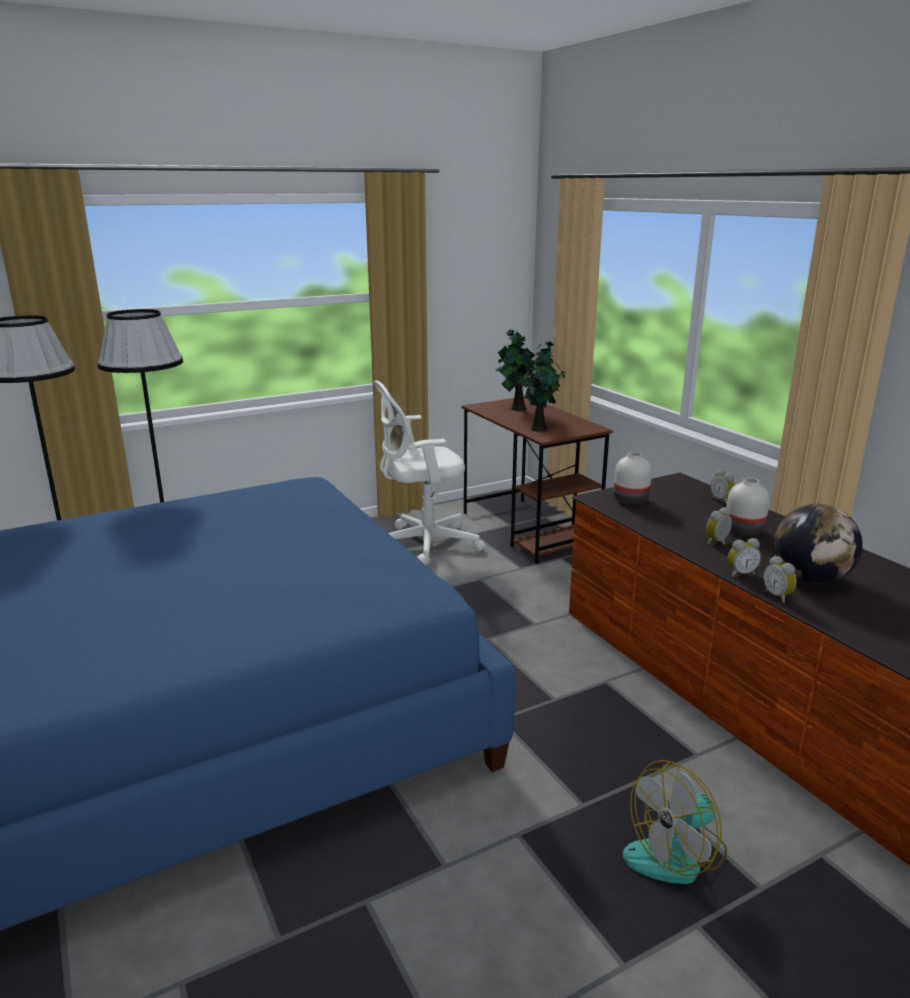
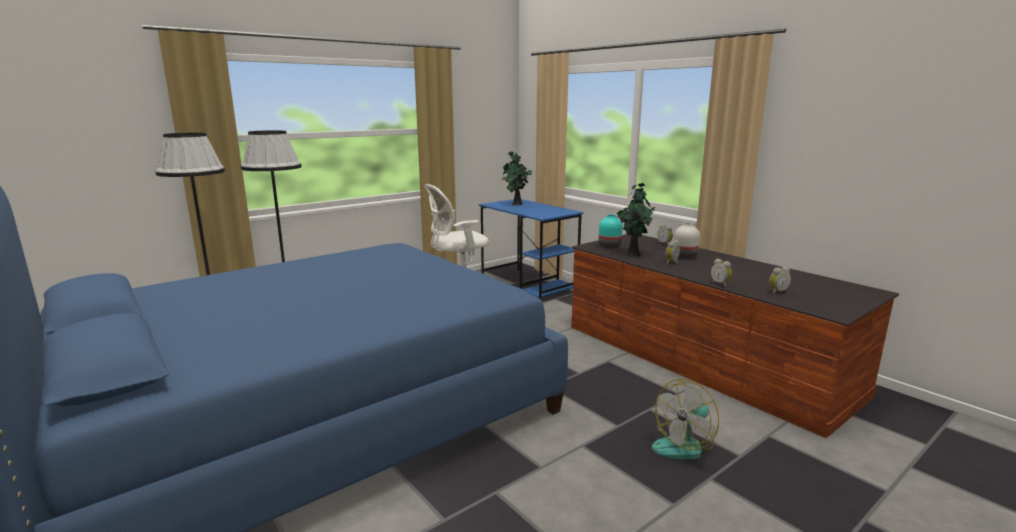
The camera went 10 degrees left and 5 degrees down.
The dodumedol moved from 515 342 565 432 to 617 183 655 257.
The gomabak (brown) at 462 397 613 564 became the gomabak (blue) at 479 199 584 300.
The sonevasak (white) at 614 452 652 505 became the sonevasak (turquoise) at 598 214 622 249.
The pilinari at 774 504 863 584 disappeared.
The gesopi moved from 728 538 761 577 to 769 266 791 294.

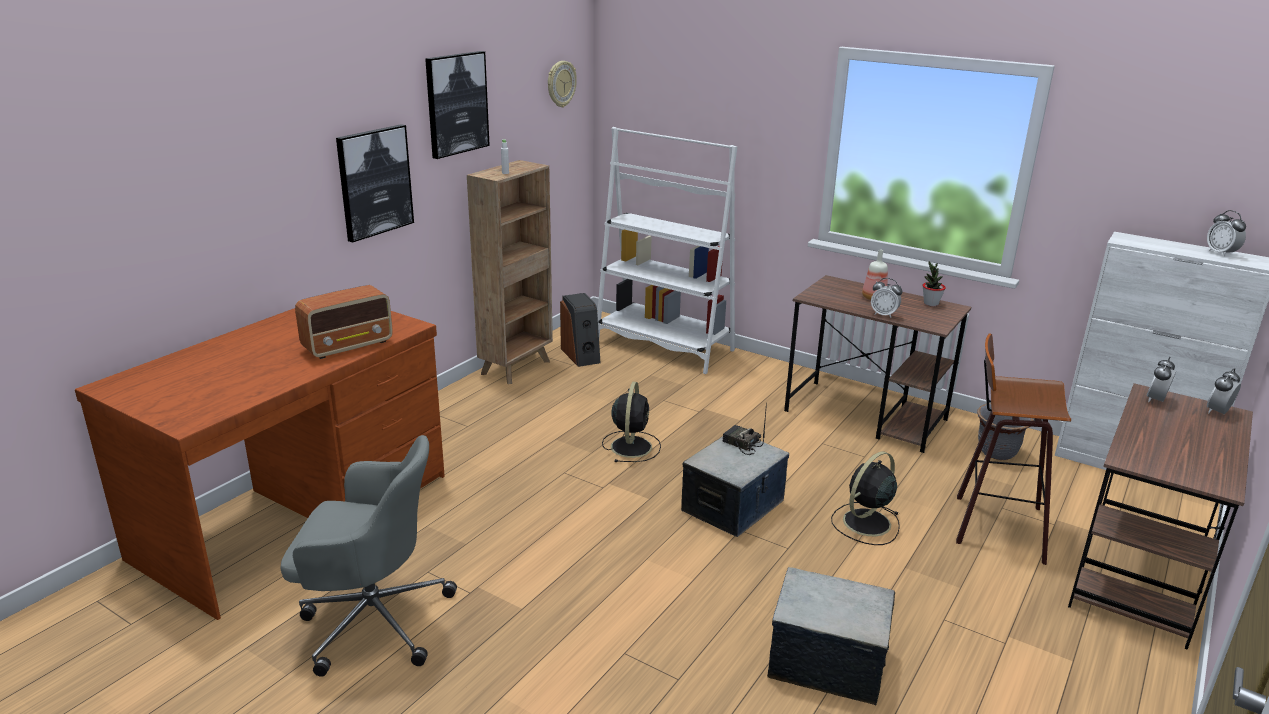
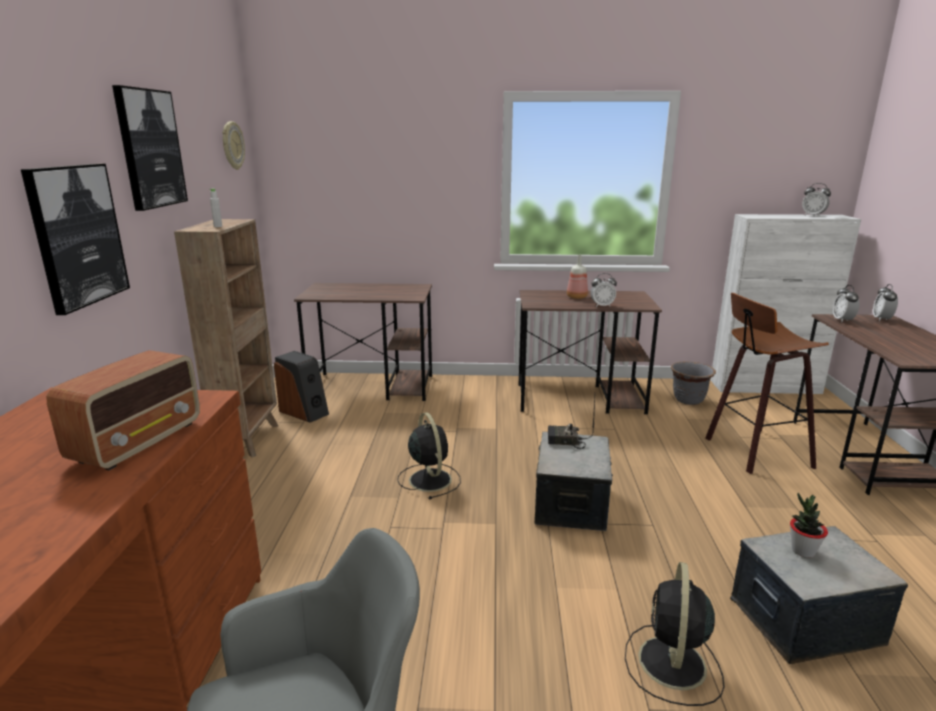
The camera went 30 degrees left and 5 degrees down.
The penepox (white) at 597 127 737 374 was replaced by the gomabak (brown) at 294 283 432 401.
The dodumedol moved from 923 261 946 306 to 790 493 828 558.
The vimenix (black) moved from 831 451 900 545 to 625 562 725 706.

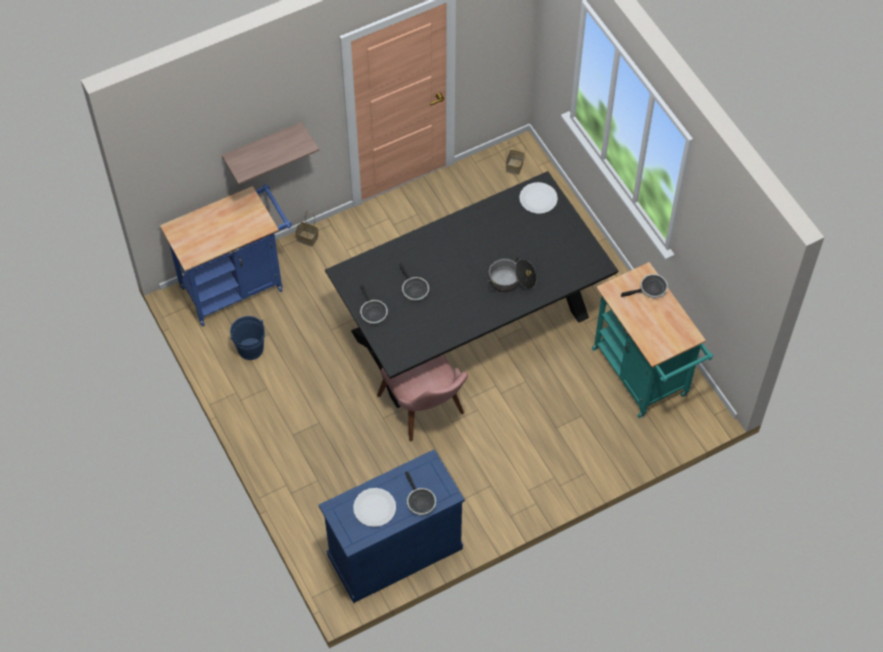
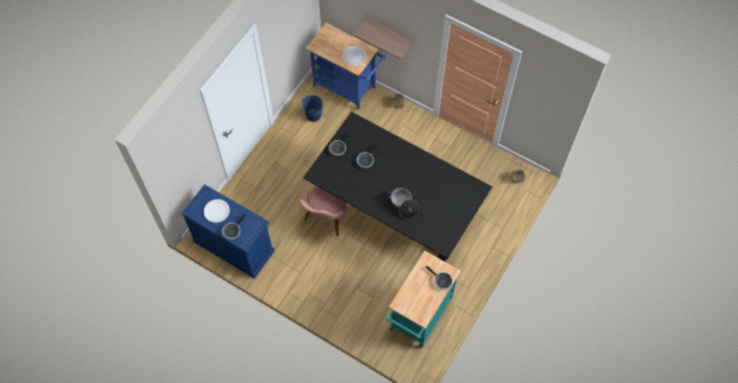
The camera went 60 degrees right and 5 degrees up.
The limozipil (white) moved from 519 182 558 214 to 342 46 366 66.

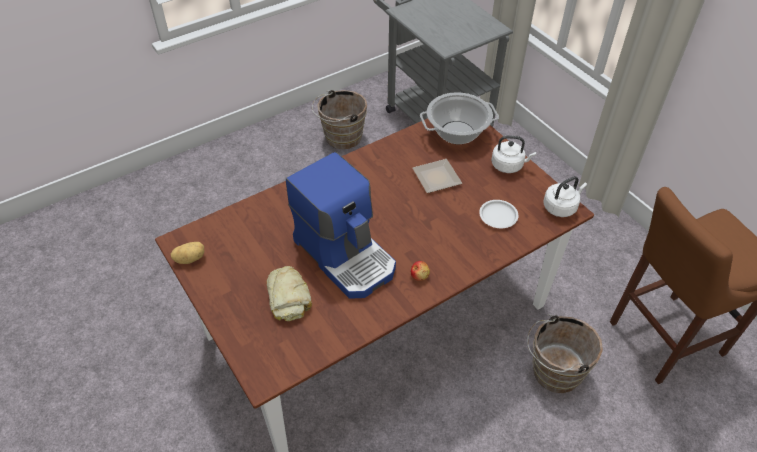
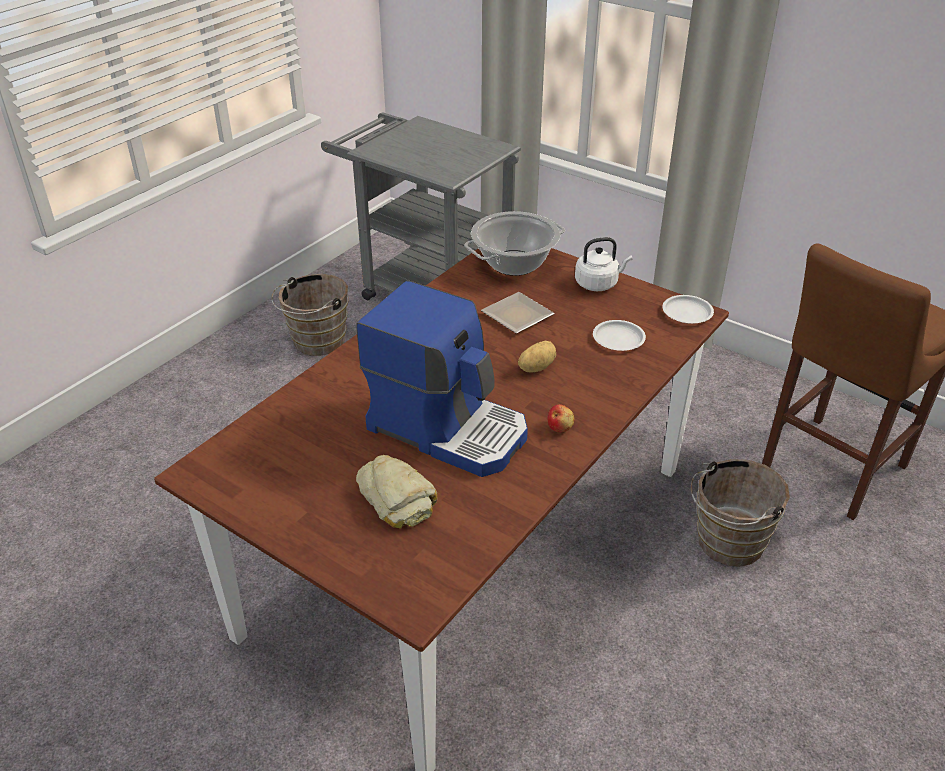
The camera went 20 degrees left and 10 degrees down.
The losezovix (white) at 543 176 587 217 was replaced by the limozipil (white) at 662 295 714 324.
The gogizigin moved from 170 242 204 264 to 518 341 556 373.

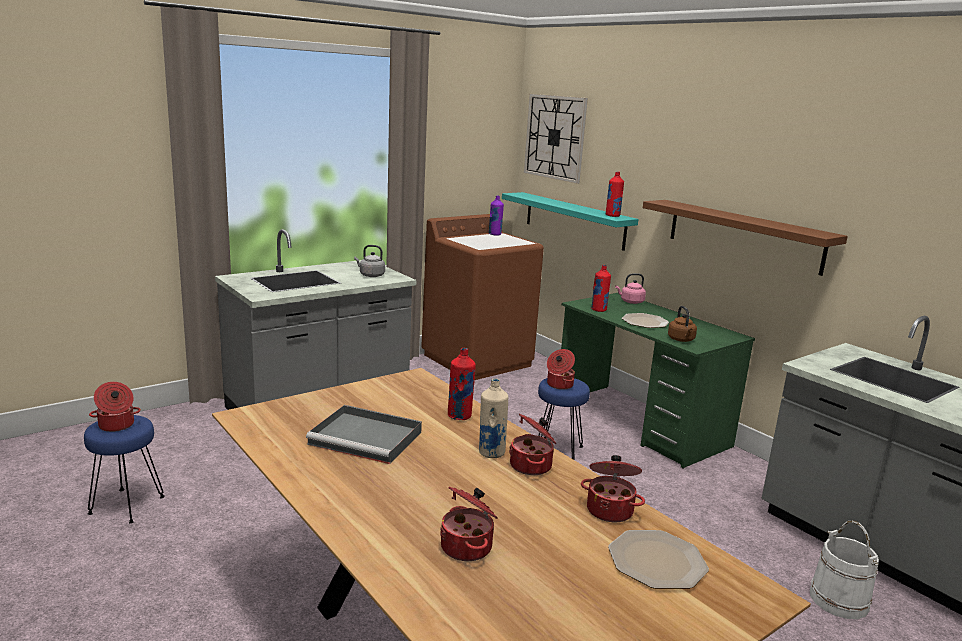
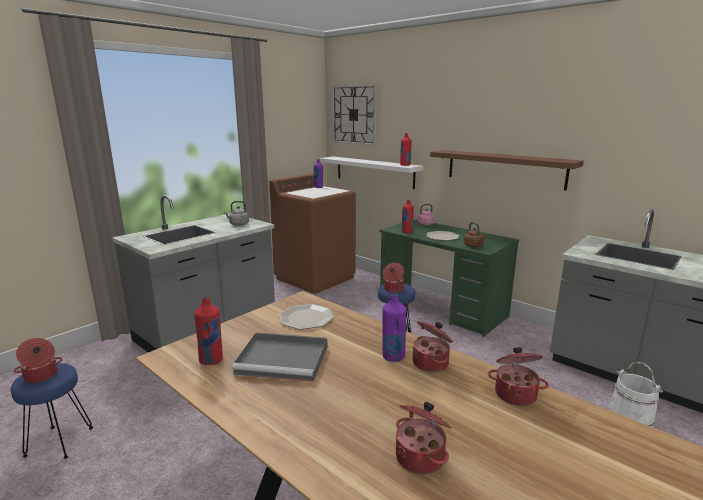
The camera went 10 degrees left and 0 degrees up.
The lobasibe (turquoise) at 502 192 639 251 became the lobasibe (white) at 319 157 424 189.
The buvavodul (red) moved from 448 348 476 420 to 194 296 223 365.
The buvavodul (beige) at 479 378 508 458 became the buvavodul (purple) at 382 294 406 362.
The limozipil moved from 608 530 709 589 to 279 304 334 330.

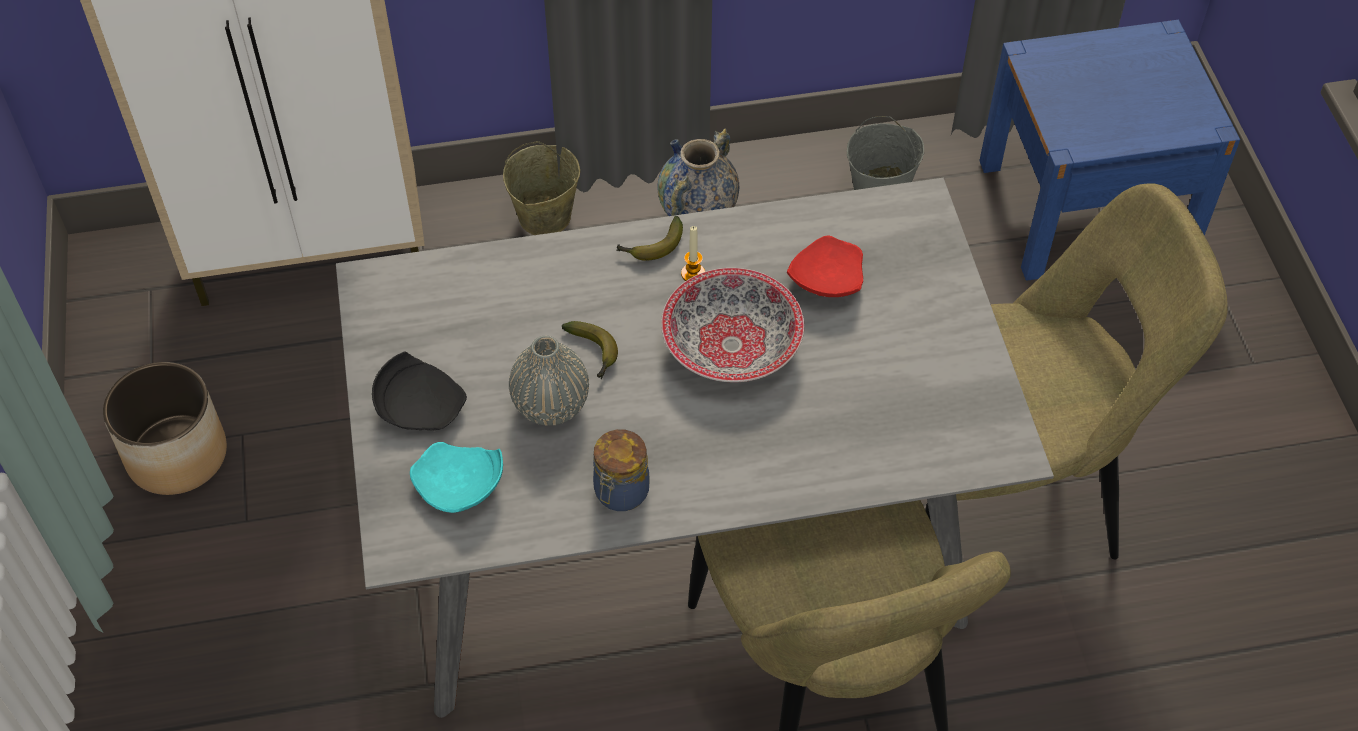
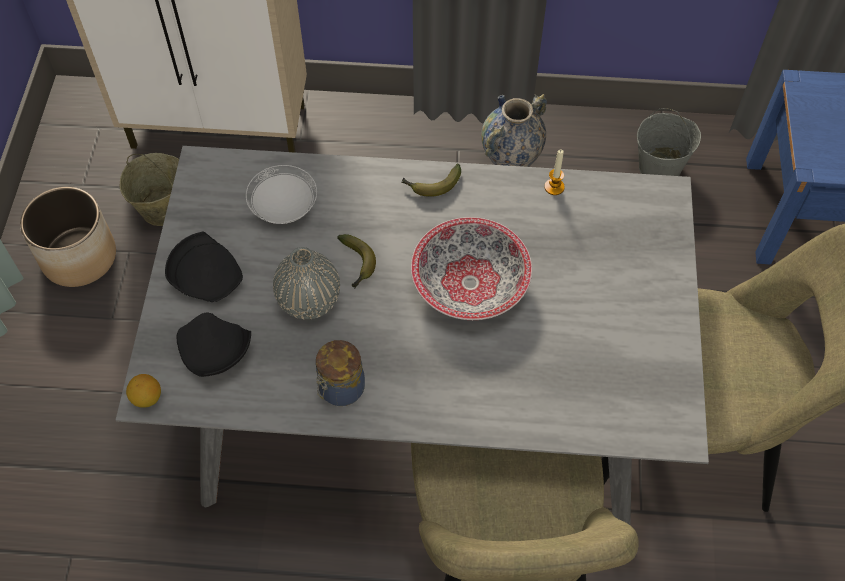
The camera went 15 degrees right and 5 degrees up.
The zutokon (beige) moved from 503 141 580 235 to 120 153 179 226.
The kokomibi moved from 681 226 705 281 to 544 150 565 195.
The limozipil (red) at 787 236 863 297 disappeared.
The limozipil (turquoise) at 410 442 503 513 became the limozipil (black) at 176 313 251 377.
The limozipil (white) at 246 165 317 224 appeared.
The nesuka at 126 374 161 408 appeared.

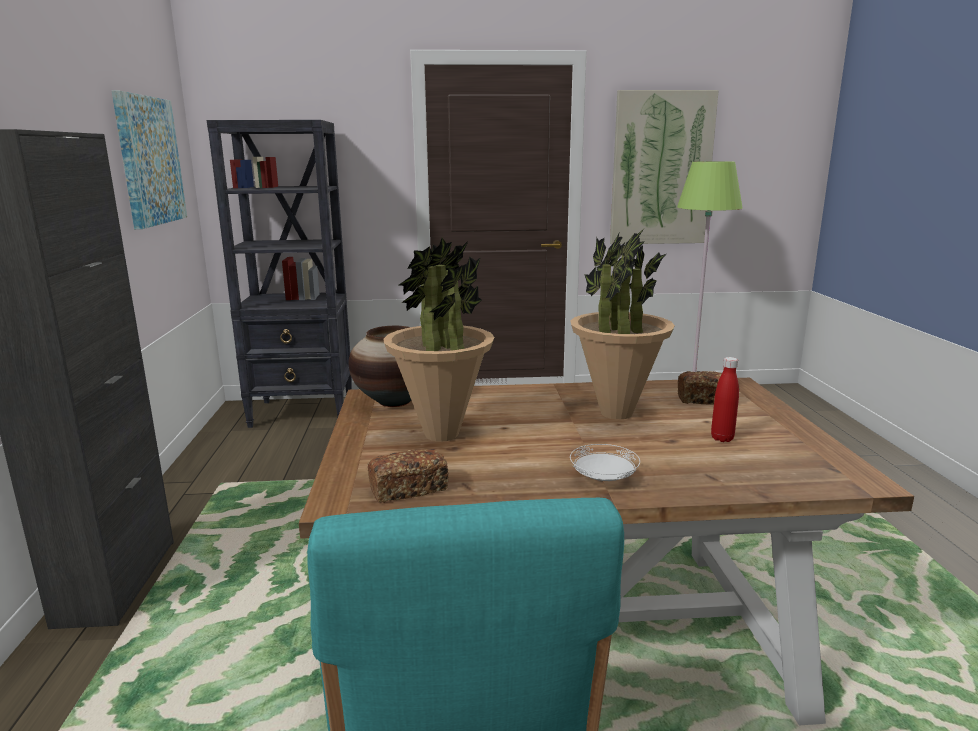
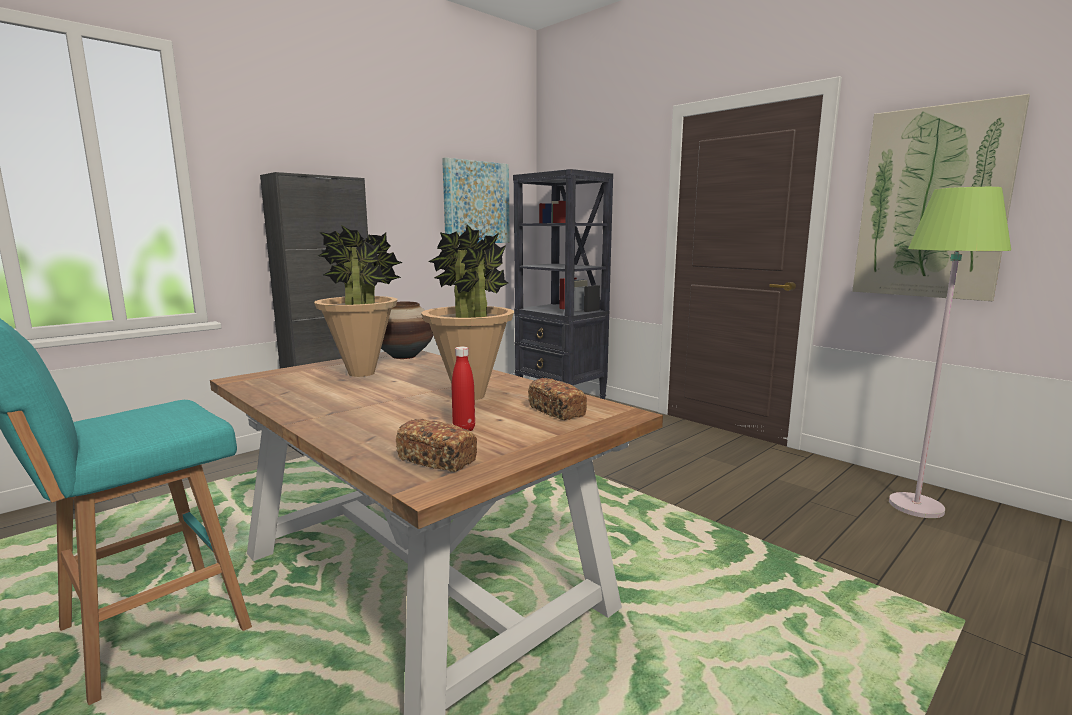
The camera went 50 degrees right and 5 degrees down.
The limozipil (white) at 570 444 640 481 disappeared.
The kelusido moved from 368 449 449 503 to 396 419 477 472.

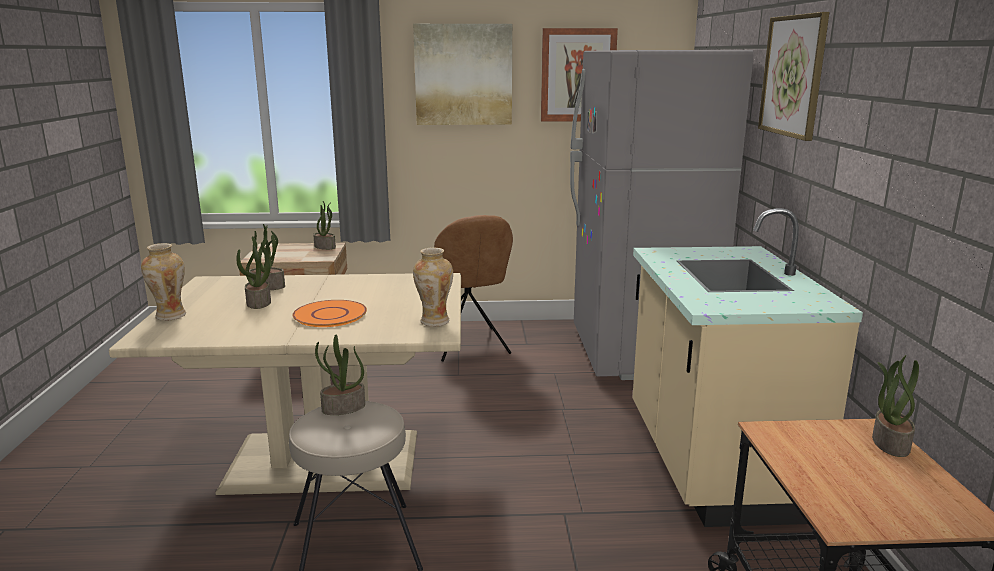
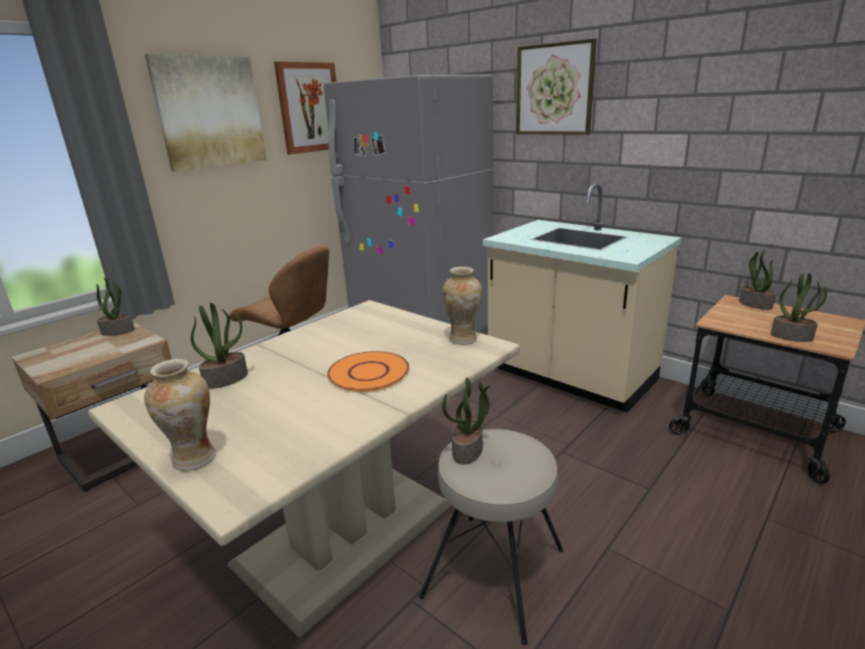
The camera went 45 degrees left and 5 degrees up.
The dodumedol moved from 236 236 273 309 to 771 273 827 342.

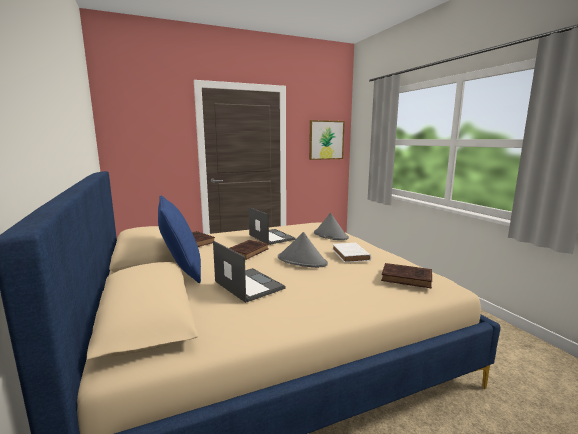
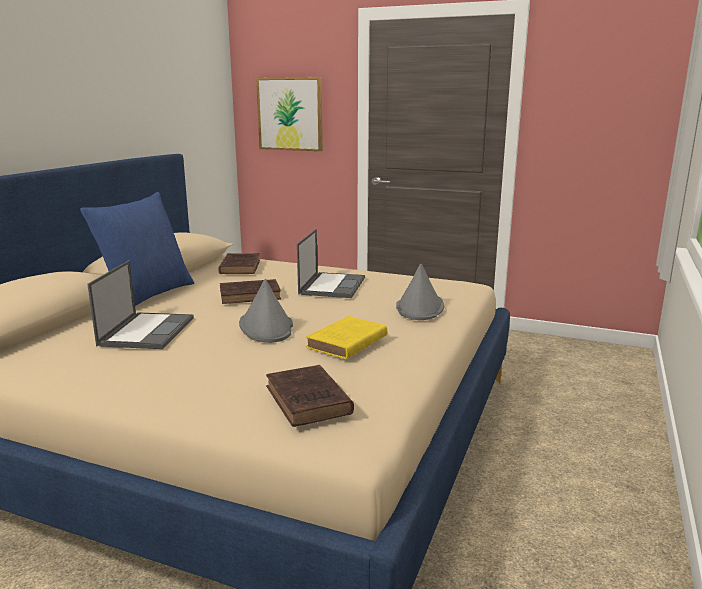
The camera went 45 degrees right and 5 degrees up.
The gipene moved from 309 120 345 160 to 256 77 323 151.
The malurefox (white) at 332 243 371 263 became the malurefox (yellow) at 306 316 387 359.

